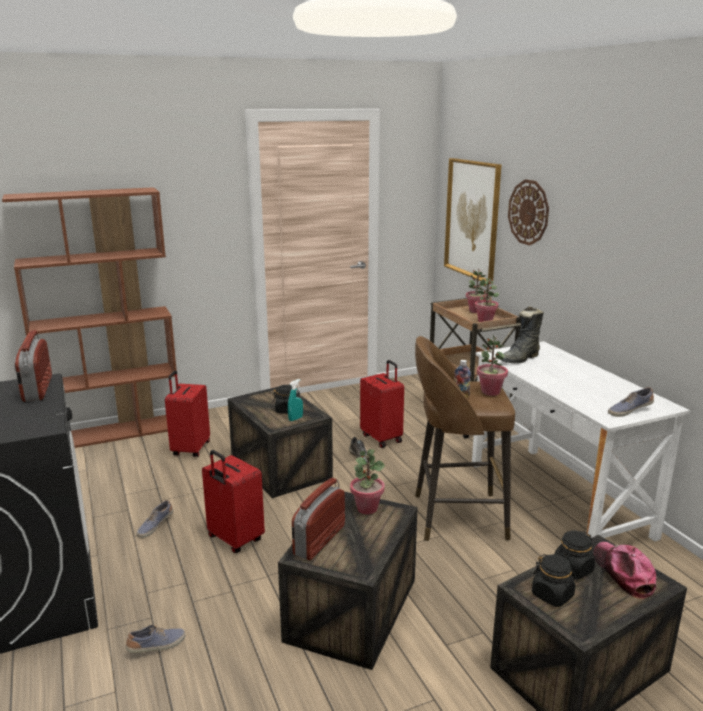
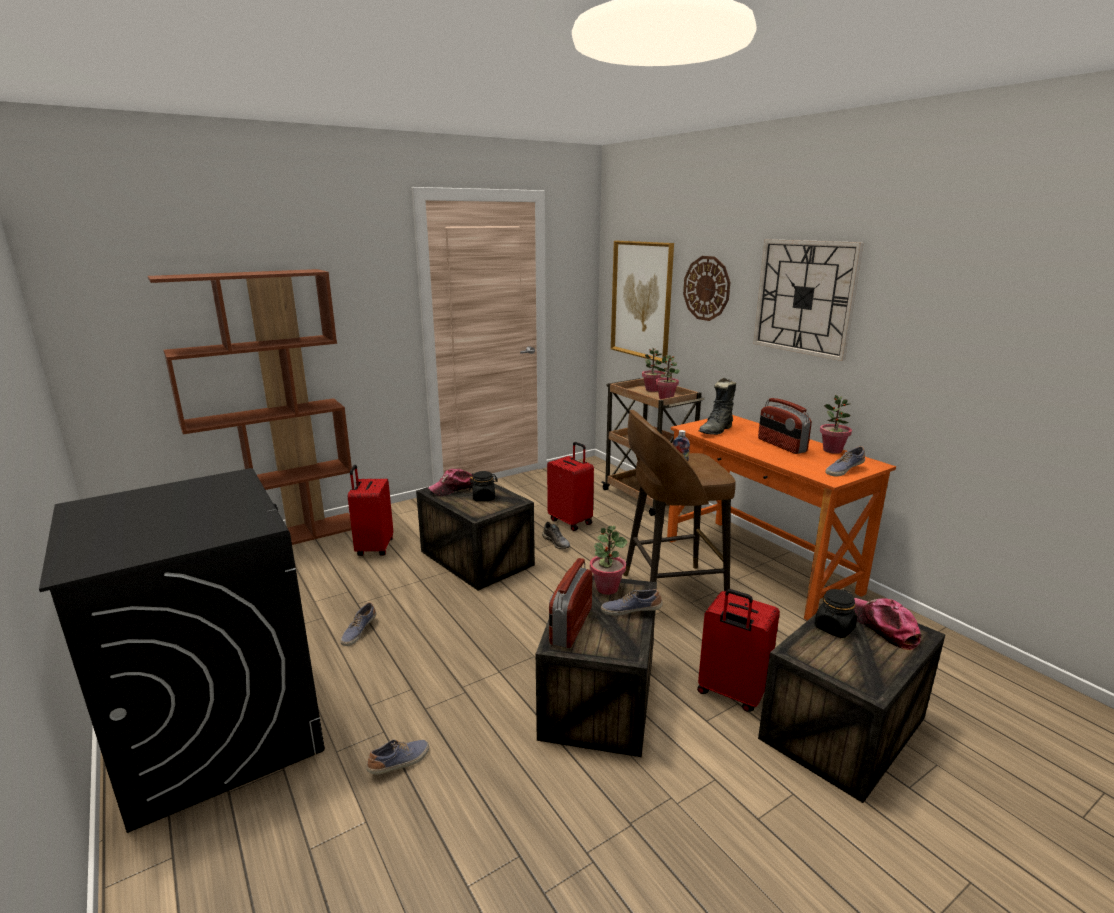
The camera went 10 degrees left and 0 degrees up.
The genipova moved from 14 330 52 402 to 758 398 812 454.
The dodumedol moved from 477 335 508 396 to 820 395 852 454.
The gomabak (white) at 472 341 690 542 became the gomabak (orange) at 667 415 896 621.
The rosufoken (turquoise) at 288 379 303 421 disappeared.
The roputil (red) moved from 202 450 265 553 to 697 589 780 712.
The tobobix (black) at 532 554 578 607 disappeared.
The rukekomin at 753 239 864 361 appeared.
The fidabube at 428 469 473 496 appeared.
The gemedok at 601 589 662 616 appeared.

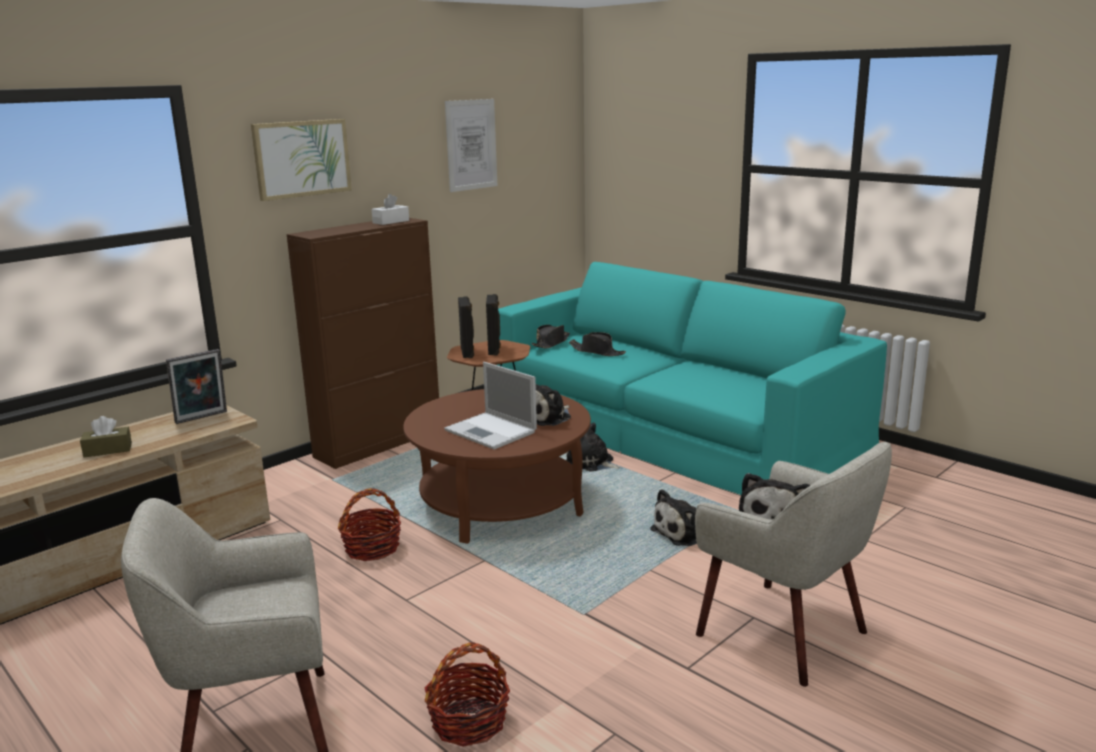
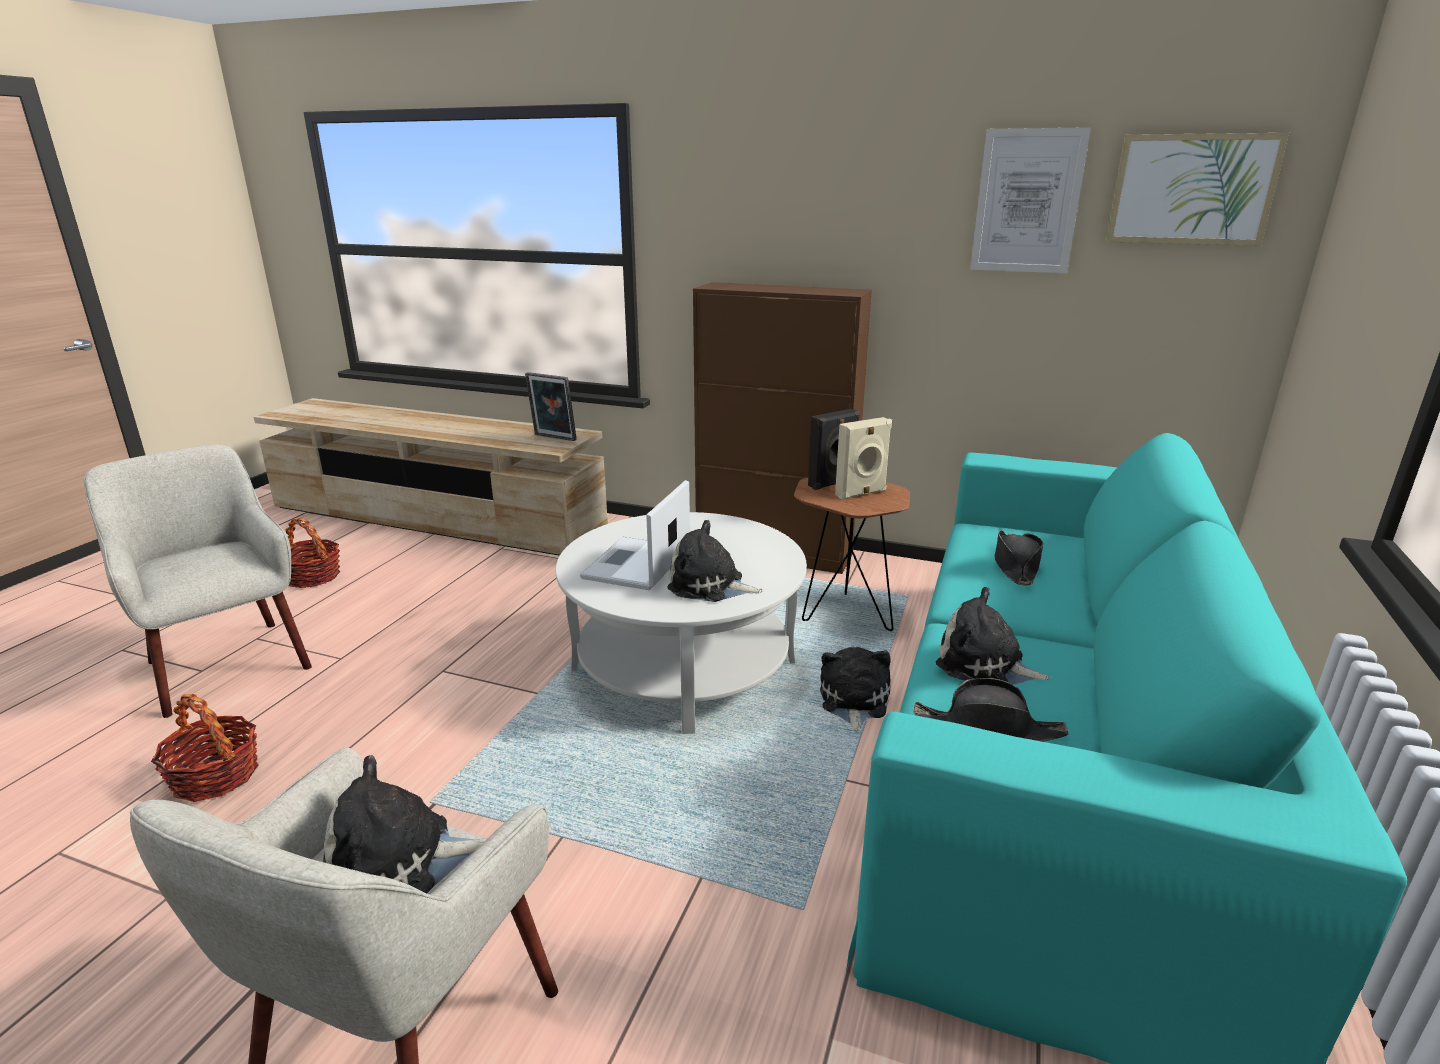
The camera went 65 degrees right and 5 degrees up.
The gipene moved from 251 119 352 201 to 1106 133 1289 246.
The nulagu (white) at 371 194 409 225 disappeared.
The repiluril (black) at 486 294 501 355 became the repiluril (beige) at 835 417 892 500.
The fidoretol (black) moved from 531 325 570 348 to 914 678 1069 742.
The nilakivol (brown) at 403 389 591 544 became the nilakivol (white) at 555 512 807 734.
The nulagu (brown) at 80 416 132 458 disappeared.
The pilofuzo moved from 338 488 401 561 to 285 518 341 588.
The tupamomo moved from 650 489 697 546 to 936 587 1052 685.

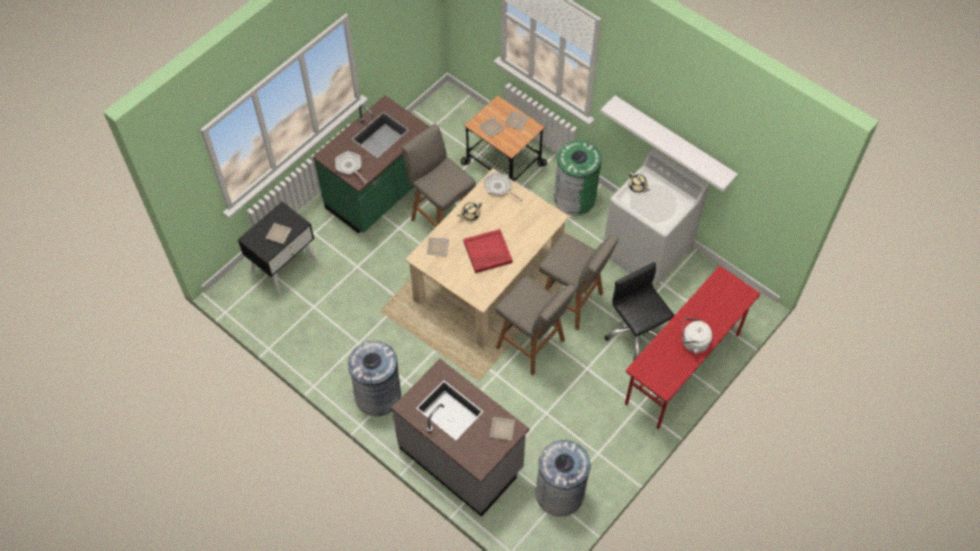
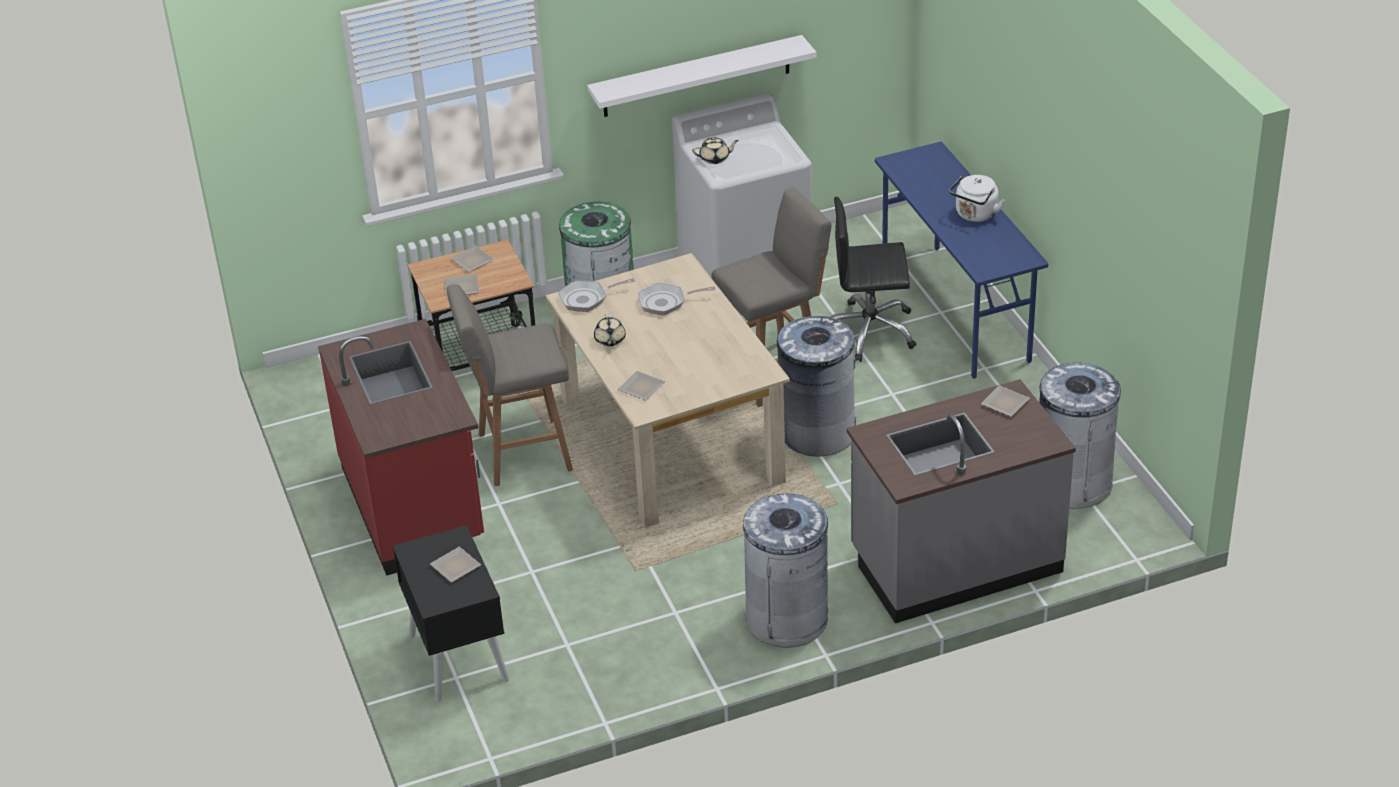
The camera went 60 degrees left and 20 degrees down.
The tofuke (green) at 313 95 430 234 became the tofuke (red) at 318 319 484 576.
The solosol moved from 335 151 367 184 to 638 283 716 316.
The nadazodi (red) at 463 229 513 273 disappeared.
The gomabak (red) at 625 266 761 429 became the gomabak (blue) at 875 142 1048 379.
The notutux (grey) at 496 277 576 375 was replaced by the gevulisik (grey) at 777 314 856 456.

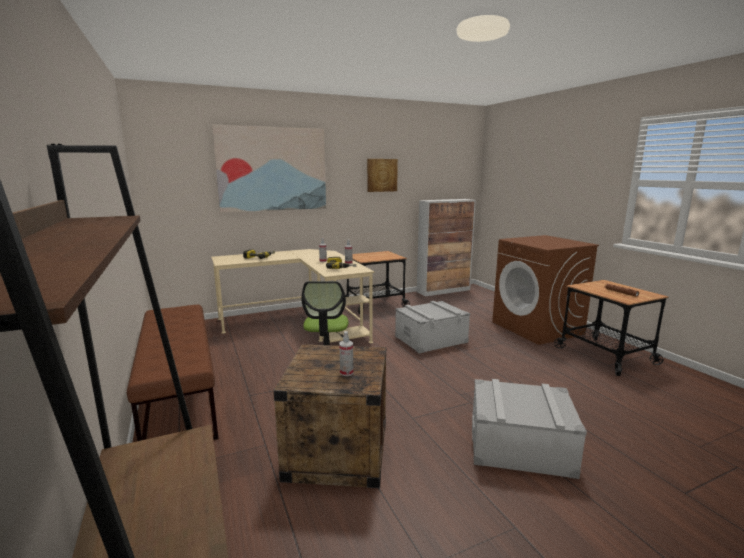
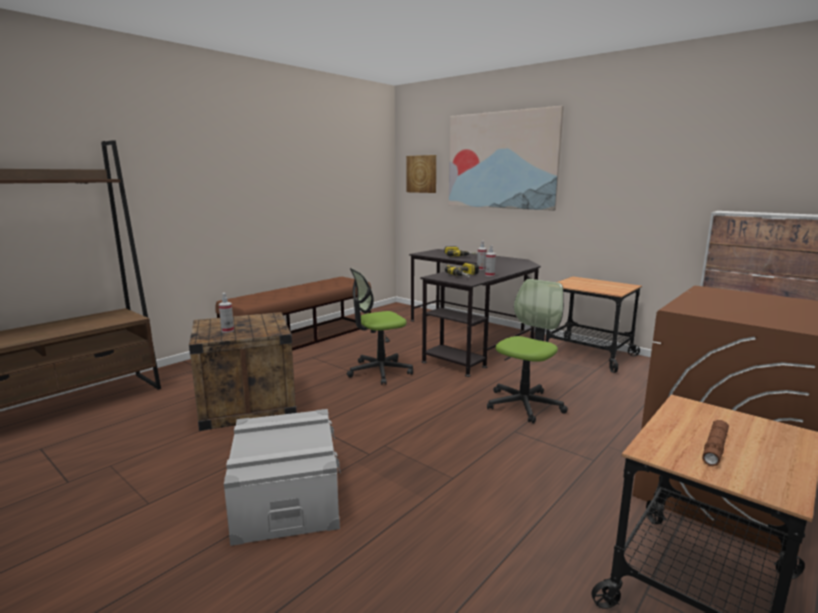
The camera went 65 degrees right and 0 degrees up.
The gipene moved from 367 159 398 192 to 406 155 436 193.
The gomabak (beige) at 211 249 375 343 became the gomabak (black) at 409 249 541 377.
The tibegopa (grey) at 395 301 470 354 was replaced by the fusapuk at 487 279 568 424.

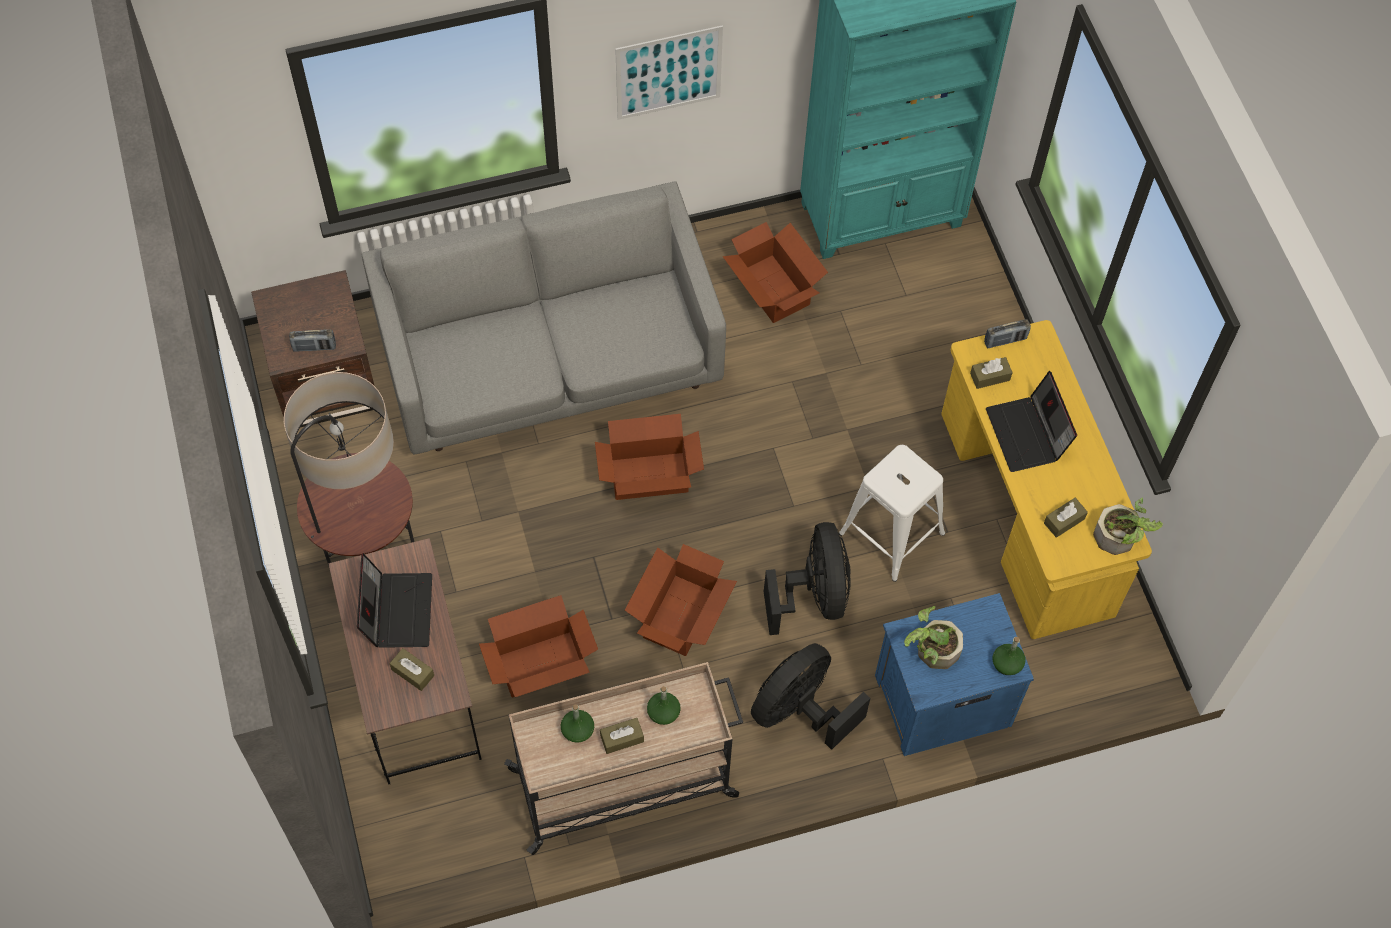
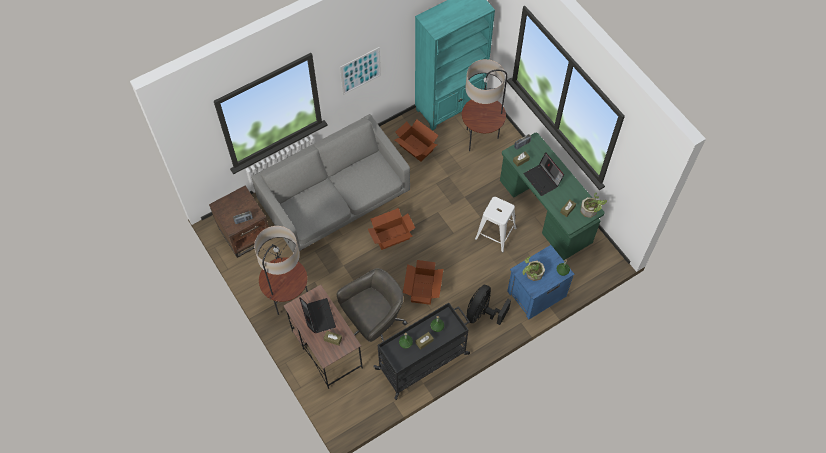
The camera went 15 degrees left and 0 degrees up.
The gomabak (yellow) at 941 320 1152 639 became the gomabak (green) at 500 132 605 260.
The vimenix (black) at 764 522 851 635 disappeared.
The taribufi at 479 595 598 698 was replaced by the fusapuk (grey) at 337 268 407 342.
The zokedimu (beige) at 504 662 743 855 became the zokedimu (black) at 374 303 470 400.
The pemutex at 462 59 507 151 appeared.

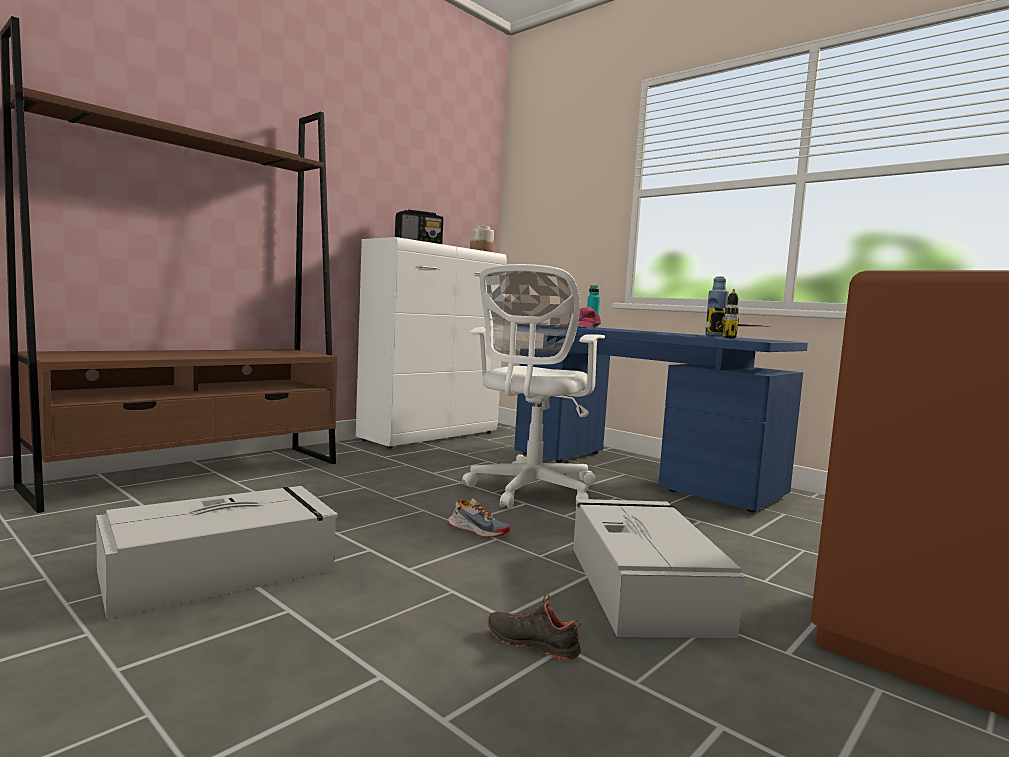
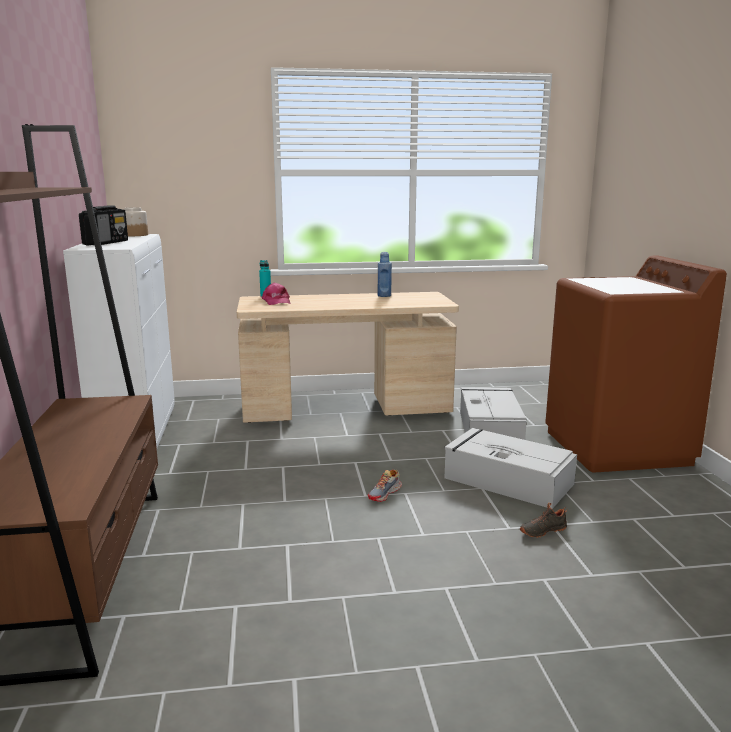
The camera went 50 degrees left and 10 degrees up.
The fusapuk (white) at 462 264 605 509 disappeared.
The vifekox at 706 289 758 339 disappeared.
The gomabak (blue) at 514 325 808 512 became the gomabak (beige) at 237 292 459 423.
The tibegopa (grey) moved from 96 486 338 619 to 460 387 527 440.
The gemedok at 448 498 510 538 turned 150 degrees clockwise.

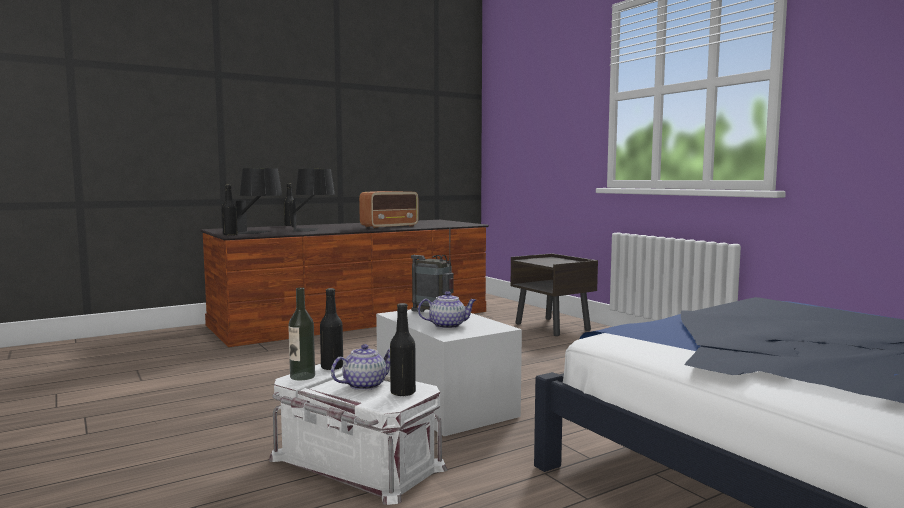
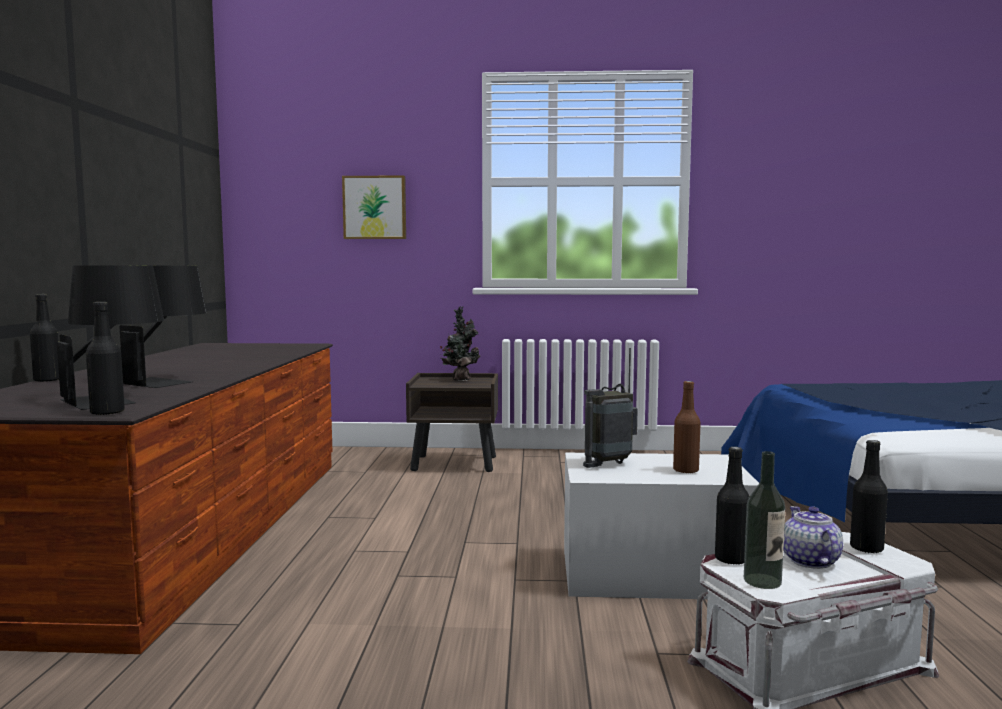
The camera went 55 degrees left and 0 degrees up.
The genipova at 359 191 419 229 disappeared.
The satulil at 418 291 476 329 was replaced by the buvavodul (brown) at 673 381 701 474.
The gipene at 342 175 406 239 appeared.
The dodumedol at 440 306 480 381 appeared.

